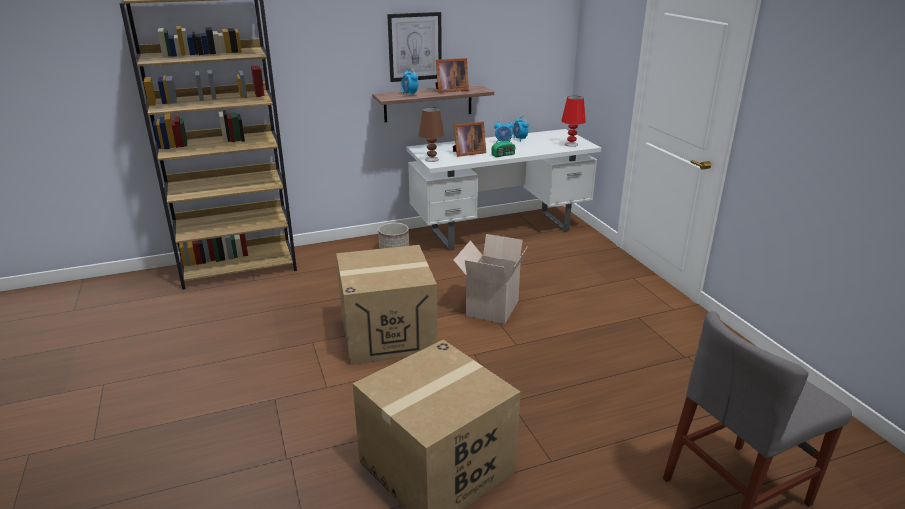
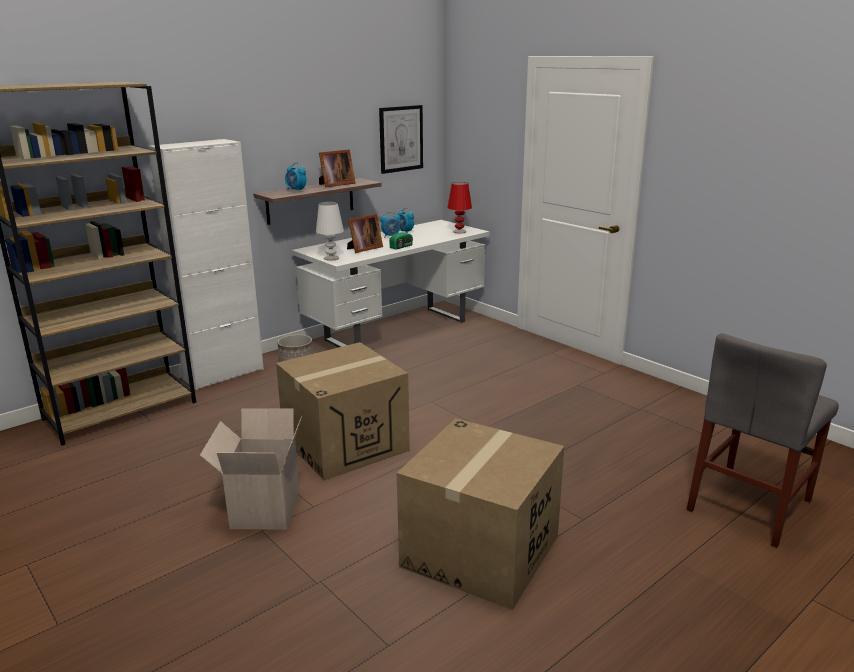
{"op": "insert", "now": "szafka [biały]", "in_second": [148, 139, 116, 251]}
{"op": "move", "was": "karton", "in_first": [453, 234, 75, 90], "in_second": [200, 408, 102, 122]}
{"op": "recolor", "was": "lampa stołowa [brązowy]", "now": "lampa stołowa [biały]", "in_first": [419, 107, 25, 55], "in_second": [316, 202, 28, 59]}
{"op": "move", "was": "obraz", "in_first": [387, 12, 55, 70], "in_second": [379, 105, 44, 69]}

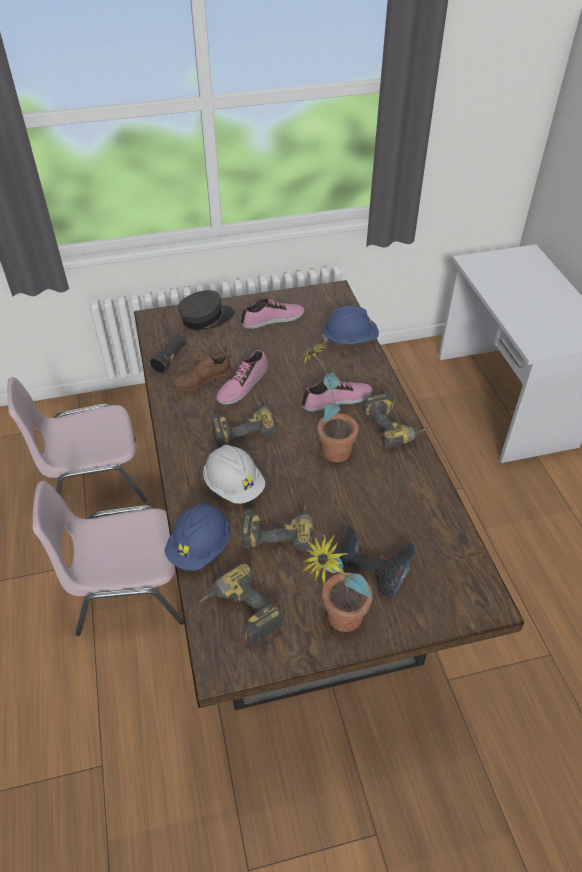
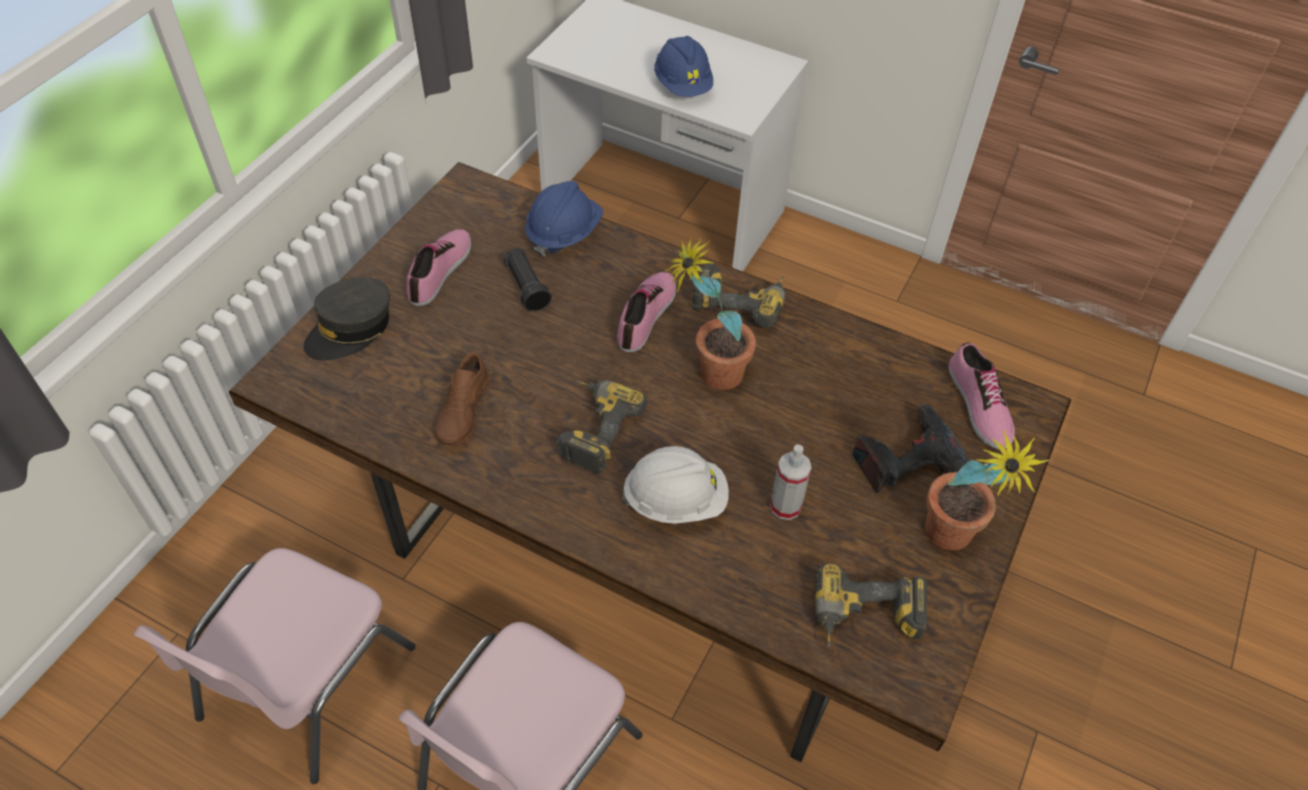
{"op": "rotate", "was": "czapka z daszkiem [szary]", "in_first": [178, 290, 57, 40], "in_second": [304, 277, 86, 83], "clockwise": -150}
{"op": "move", "was": "latarka [czarny]", "in_first": [149, 335, 37, 38], "in_second": [504, 248, 48, 64]}
{"op": "move", "was": "kask [niebieski]", "in_first": [165, 503, 66, 68], "in_second": [654, 36, 59, 61]}
{"op": "replace", "was": "wiertarka", "now": "spryskiwacz", "in_first": [241, 504, 72, 47], "in_second": [770, 444, 42, 76]}
{"op": "move", "was": "but", "in_first": [217, 350, 51, 55], "in_second": [948, 343, 67, 107]}

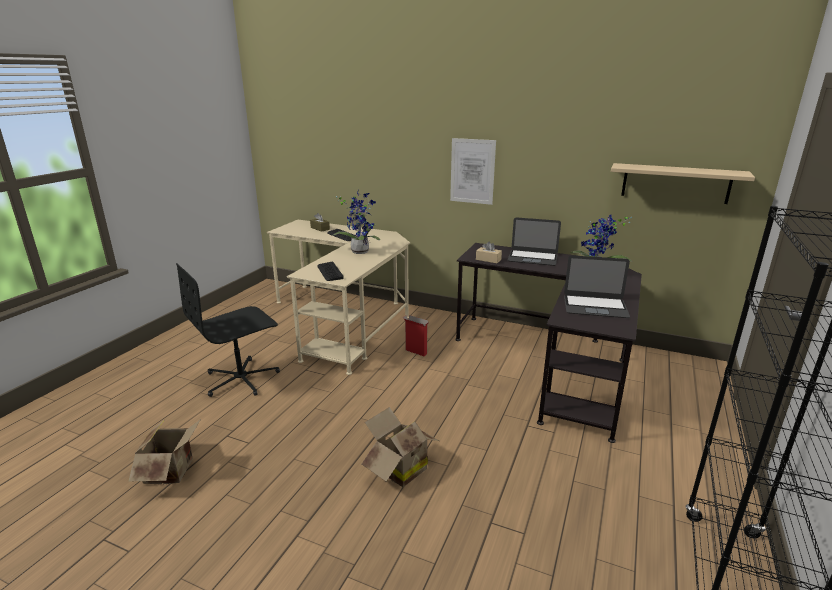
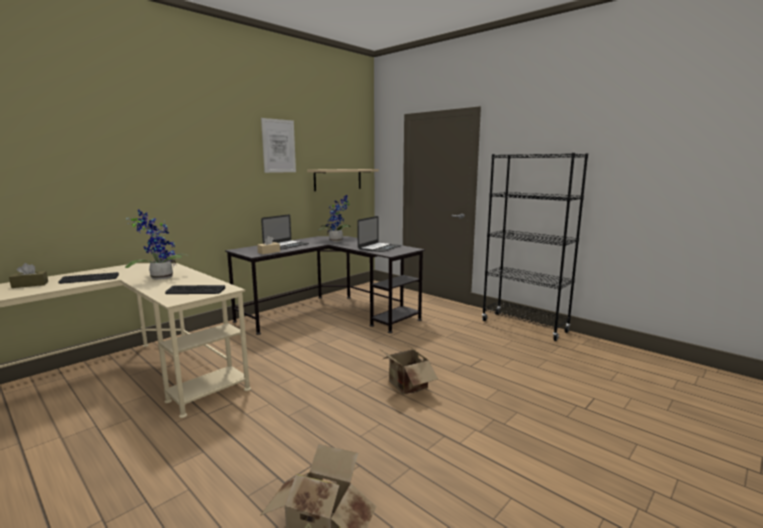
{"op": "move", "was": "obraz", "in_first": [450, 138, 46, 67], "in_second": [261, 118, 35, 55]}
{"op": "delete", "was": "krzesło biurowe [czarny]", "in_first": [176, 263, 104, 134]}
{"op": "delete", "was": "karton", "in_first": [403, 315, 26, 41]}

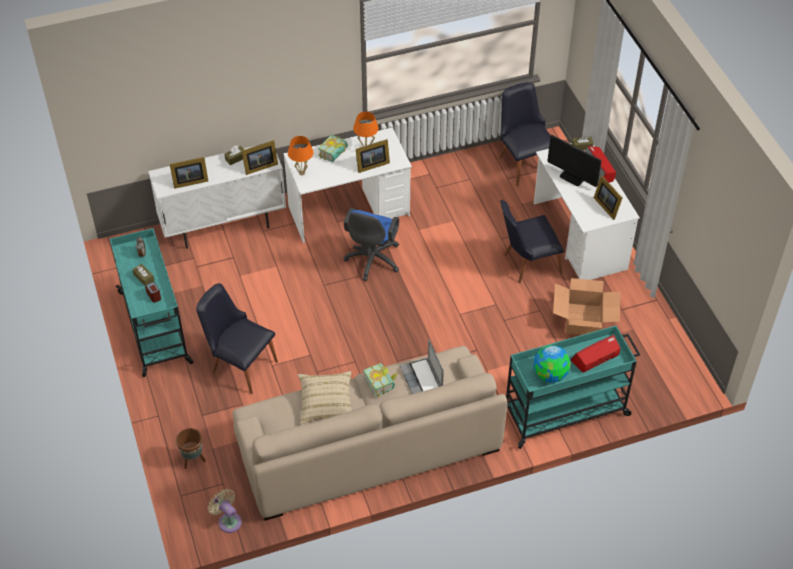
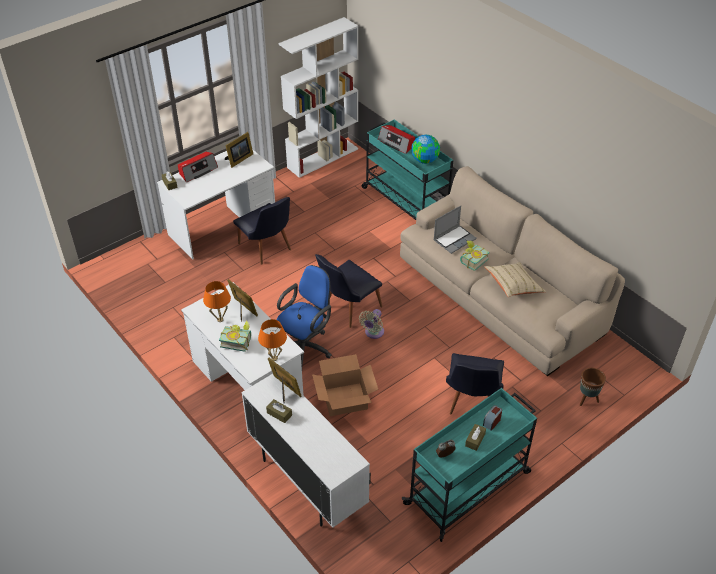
{"op": "rotate", "was": "krzesło biurowe [niebieski]", "in_first": [343, 208, 56, 73], "in_second": [276, 265, 56, 100], "clockwise": -45}
{"op": "insert", "now": "regał [biały]", "in_second": [278, 17, 80, 161]}
{"op": "move", "was": "karton", "in_first": [553, 278, 67, 57], "in_second": [312, 354, 66, 62]}
{"op": "move", "was": "krzesło [czarny]", "in_first": [499, 82, 52, 105], "in_second": [315, 254, 67, 74]}
{"op": "move", "was": "wentylator [beżowy]", "in_first": [208, 489, 34, 44], "in_second": [359, 309, 25, 30]}
{"op": "delete", "was": "ramka na zdjęcie", "in_first": [170, 157, 38, 32]}
{"op": "delete", "was": "monitor", "in_first": [547, 135, 55, 52]}

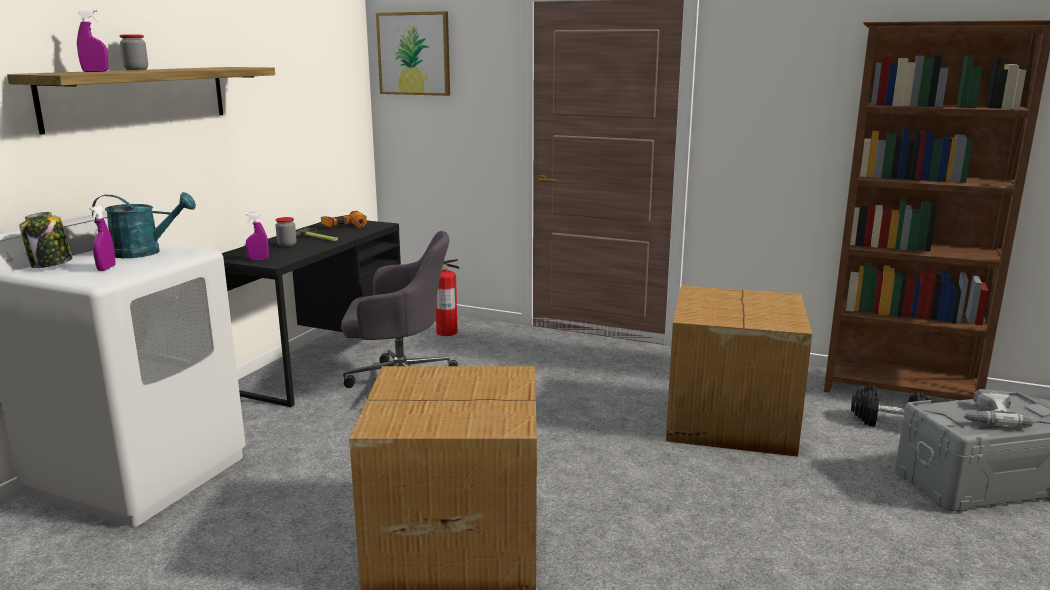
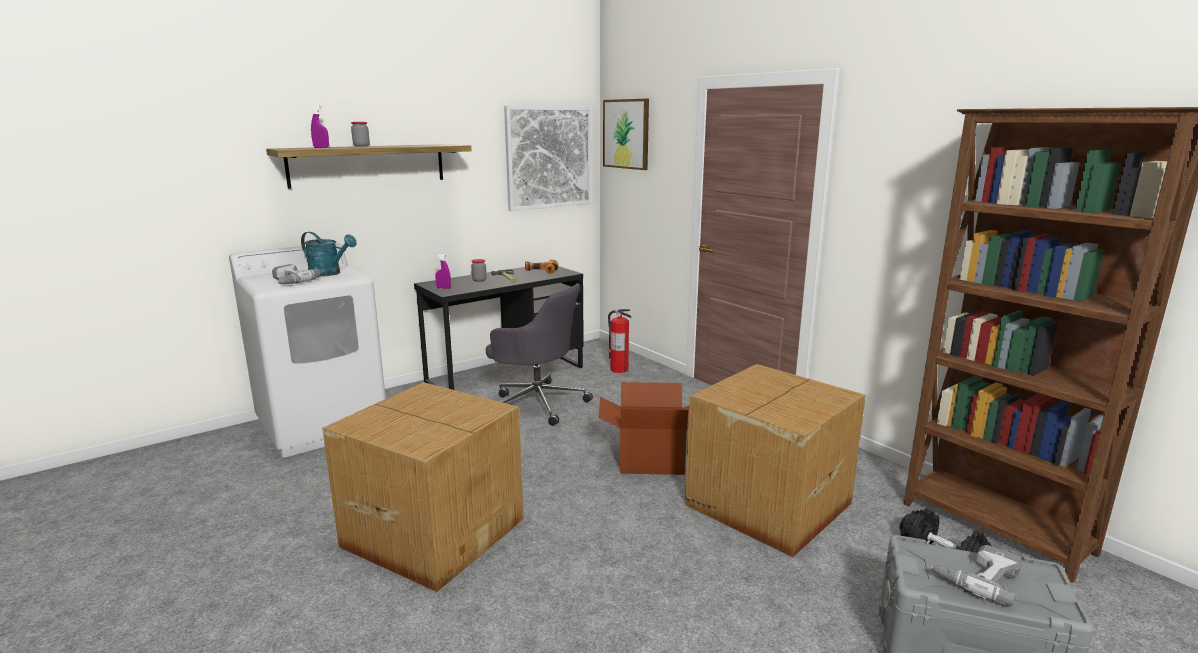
{"op": "replace", "was": "spryskiwacz [fioletowy]", "now": "wiertarka", "in_first": [89, 205, 26, 66], "in_second": [272, 264, 48, 20]}
{"op": "insert", "now": "obraz", "in_second": [504, 106, 88, 105]}
{"op": "insert", "now": "karton", "in_second": [598, 382, 91, 93]}
{"op": "delete", "was": "słoik", "in_first": [19, 212, 53, 56]}

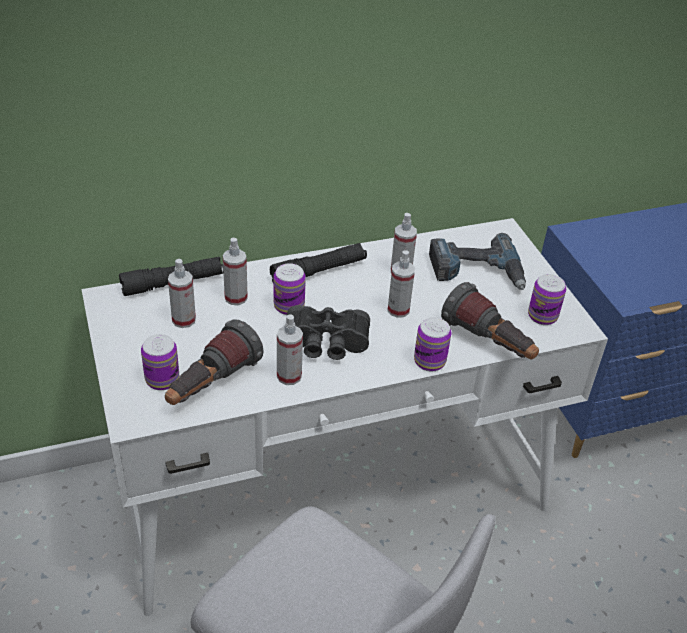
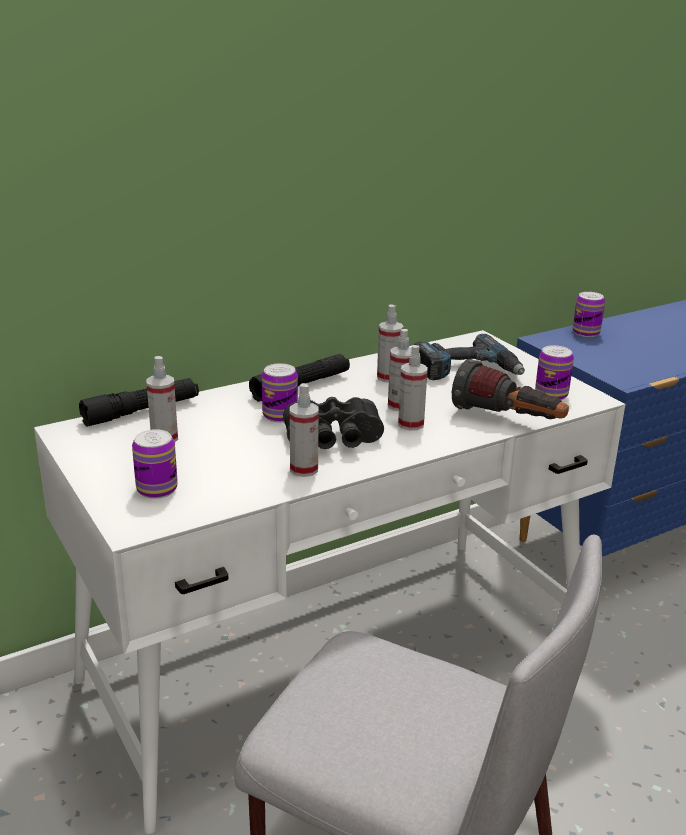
{"op": "move", "was": "spryskiwacz", "in_first": [223, 238, 25, 67], "in_second": [398, 345, 30, 86]}
{"op": "move", "was": "puszka", "in_first": [414, 317, 38, 55], "in_second": [573, 292, 32, 45]}
{"op": "delete", "was": "latarka", "in_first": [165, 319, 99, 86]}

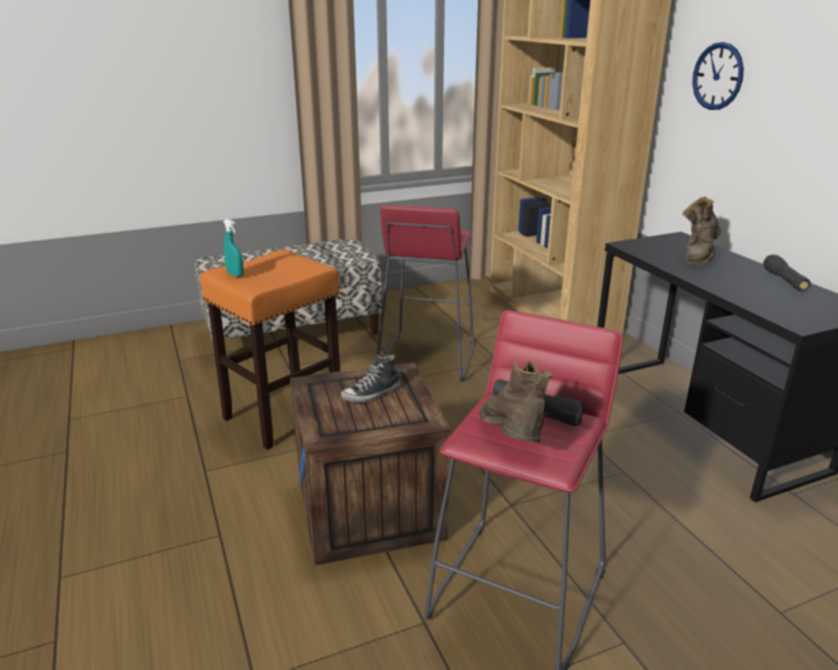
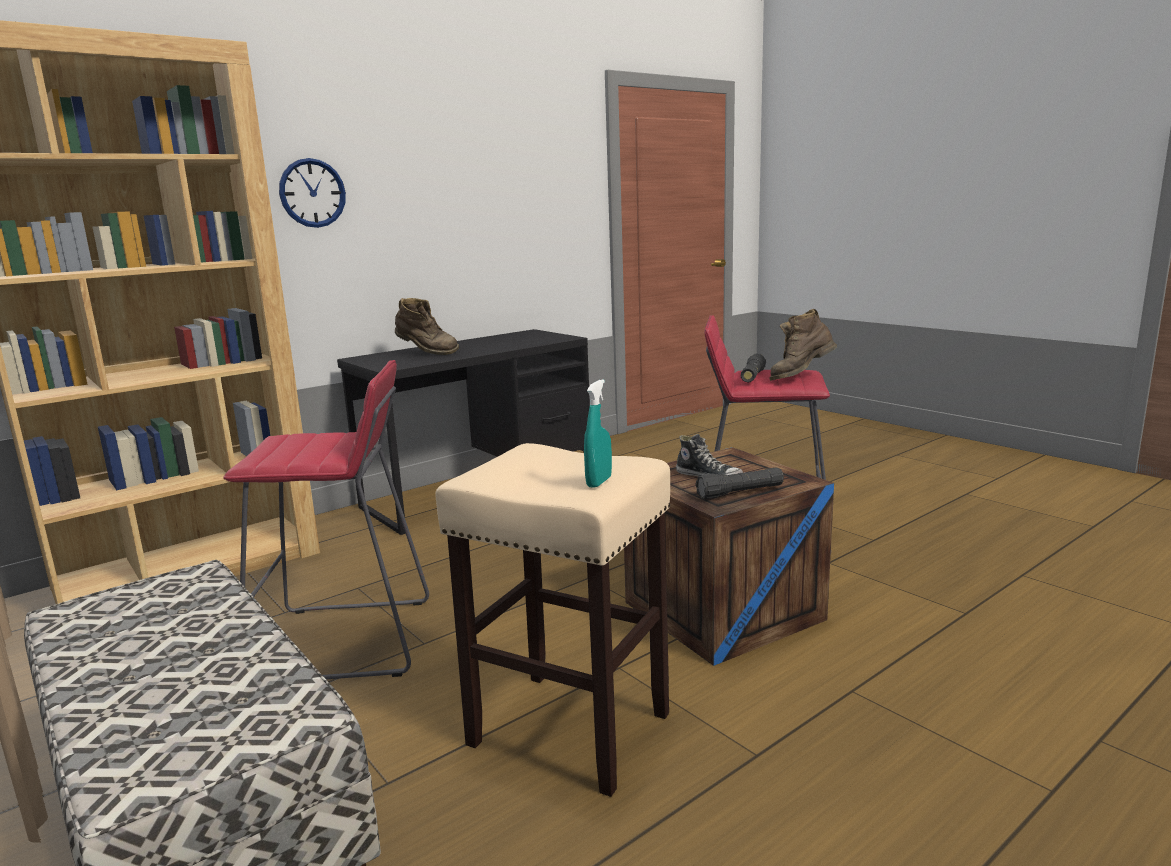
{"op": "recolor", "was": "stołek [pomarańczowy]", "now": "stołek [beżowy]", "in_first": [200, 249, 140, 201], "in_second": [435, 443, 235, 354]}
{"op": "move", "was": "latarka [czarny]", "in_first": [763, 255, 48, 37], "in_second": [696, 468, 88, 31]}

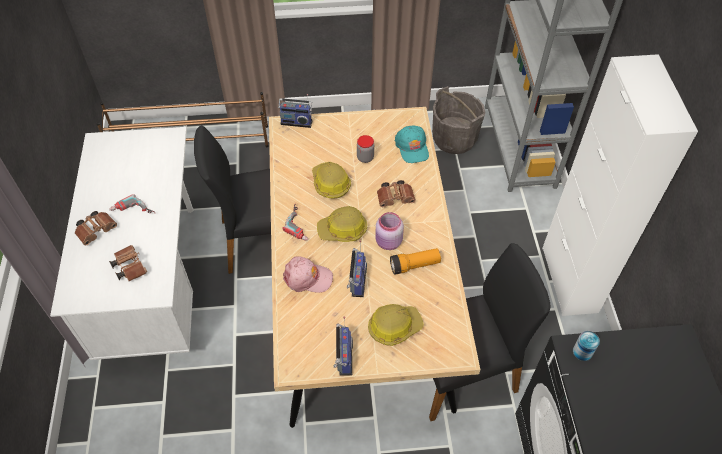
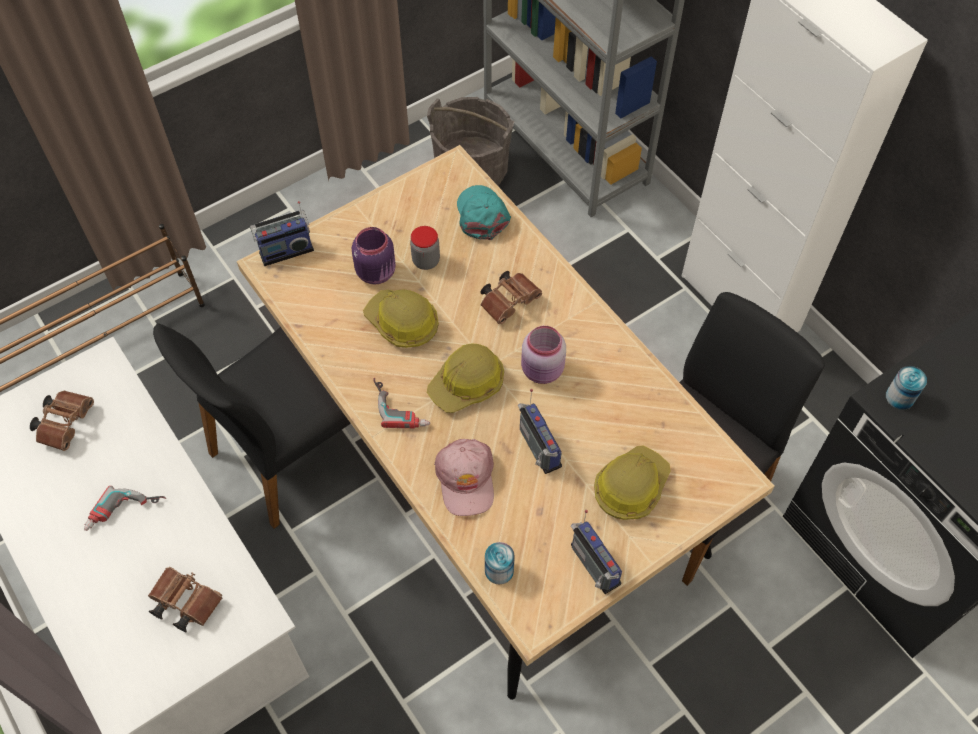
{"op": "move", "was": "lornetka [brązowy]", "in_first": [75, 211, 42, 34], "in_second": [30, 391, 64, 60]}
{"op": "insert", "now": "słoik [fioletowy]", "in_second": [352, 227, 44, 58]}
{"op": "rotate", "was": "czapka z daszkiem [różowy]", "in_first": [283, 257, 50, 36], "in_second": [434, 439, 60, 77], "clockwise": 105}
{"op": "rotate", "was": "czapka z daszkiem [turkusowy]", "in_first": [395, 126, 34, 37], "in_second": [457, 185, 54, 55], "clockwise": -150}
{"op": "insert", "now": "puszka", "in_second": [485, 542, 30, 42]}
{"op": "delete", "was": "latarka", "in_first": [390, 248, 51, 27]}

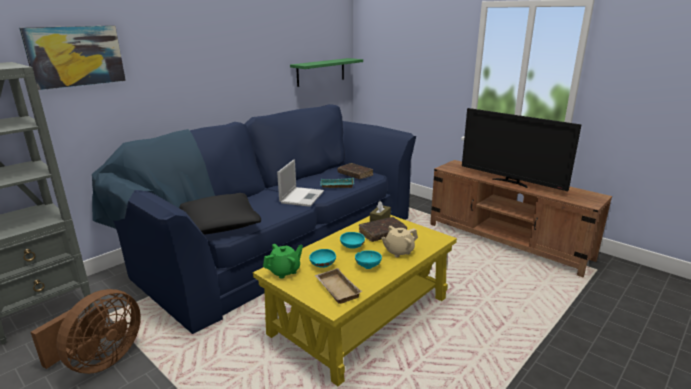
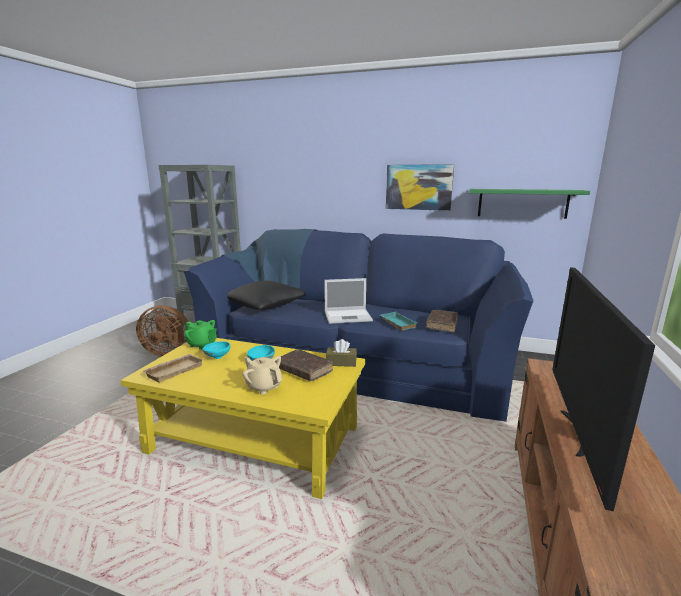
{"op": "move", "was": "obraz", "in_first": [19, 25, 107, 65], "in_second": [386, 164, 68, 47]}
{"op": "delete", "was": "miska [turkusowy]", "in_first": [355, 250, 27, 19]}

